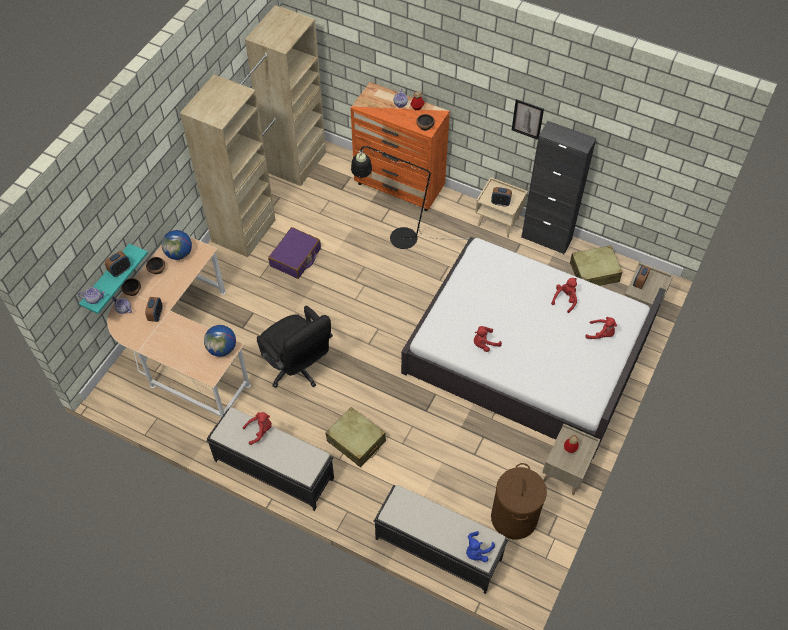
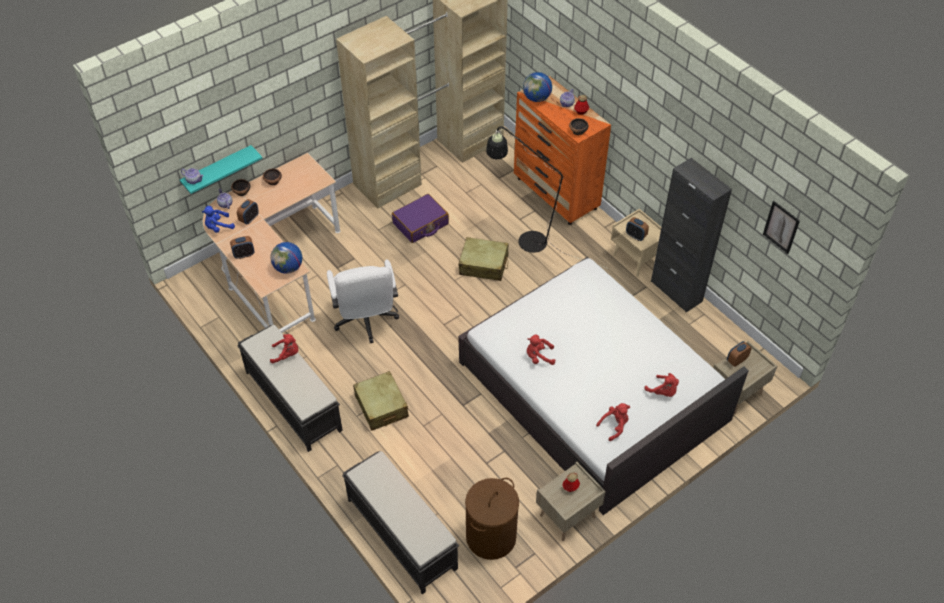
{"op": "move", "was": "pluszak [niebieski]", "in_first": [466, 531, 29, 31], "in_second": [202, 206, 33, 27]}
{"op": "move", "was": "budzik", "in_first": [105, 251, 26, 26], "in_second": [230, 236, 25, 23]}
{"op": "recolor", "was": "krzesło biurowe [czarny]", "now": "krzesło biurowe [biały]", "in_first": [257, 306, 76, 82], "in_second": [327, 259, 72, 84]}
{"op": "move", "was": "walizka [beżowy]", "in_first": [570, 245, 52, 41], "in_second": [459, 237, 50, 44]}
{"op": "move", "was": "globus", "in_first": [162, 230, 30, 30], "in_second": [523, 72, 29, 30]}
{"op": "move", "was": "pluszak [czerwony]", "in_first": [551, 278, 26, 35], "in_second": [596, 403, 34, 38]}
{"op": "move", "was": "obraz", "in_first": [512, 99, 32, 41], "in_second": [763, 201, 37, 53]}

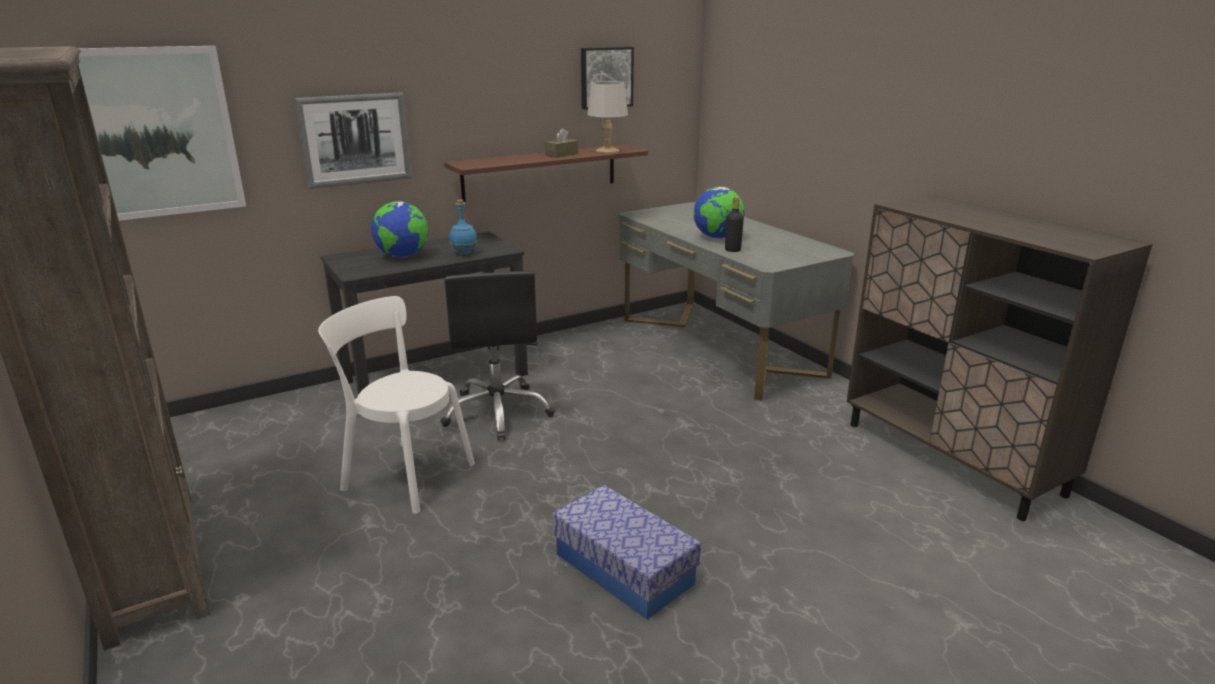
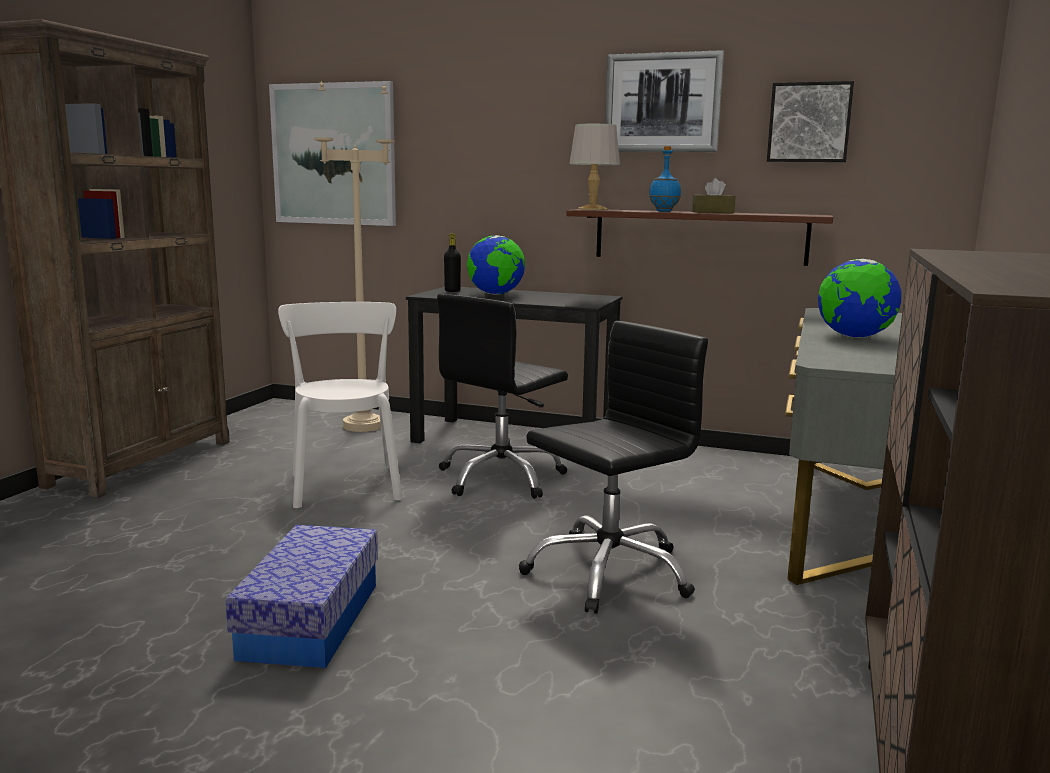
{"op": "insert", "now": "lampa stojąca [beżowy]", "in_second": [314, 81, 80, 351]}
{"op": "move", "was": "butelka [czarny]", "in_first": [725, 197, 19, 55], "in_second": [444, 233, 17, 59]}
{"op": "insert", "now": "krzesło biurowe [czarny]", "in_second": [519, 321, 189, 293]}
{"op": "move", "was": "lampa stołowa [szary]", "in_first": [587, 81, 41, 72], "in_second": [569, 124, 51, 86]}
{"op": "move", "was": "obraz", "in_first": [294, 93, 118, 96], "in_second": [605, 50, 119, 102]}
{"op": "move", "was": "butelka [niebieski]", "in_first": [449, 199, 28, 56], "in_second": [649, 146, 32, 66]}

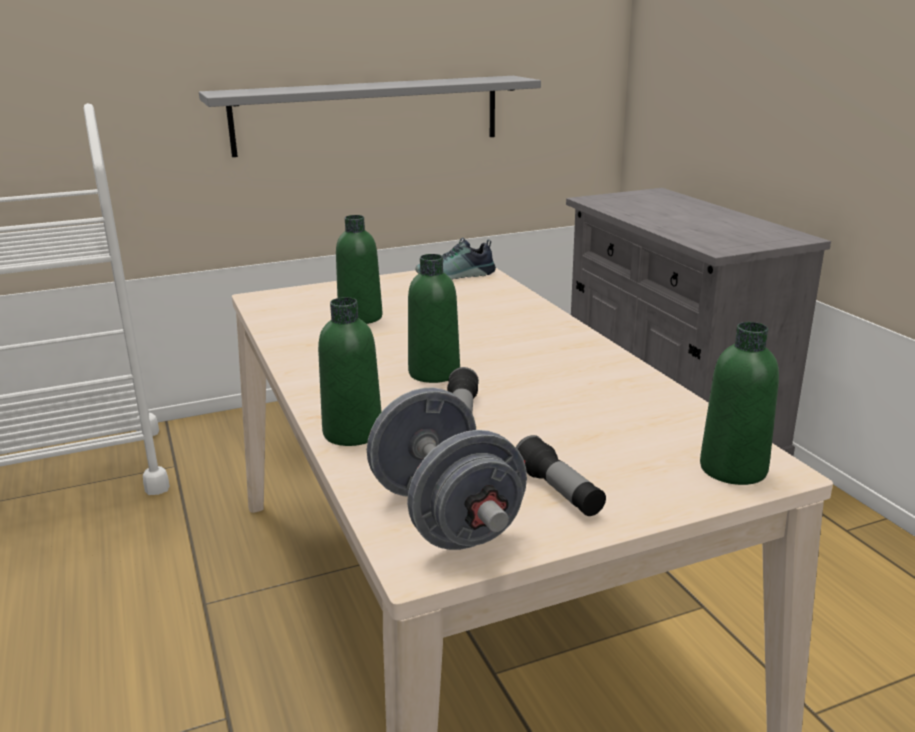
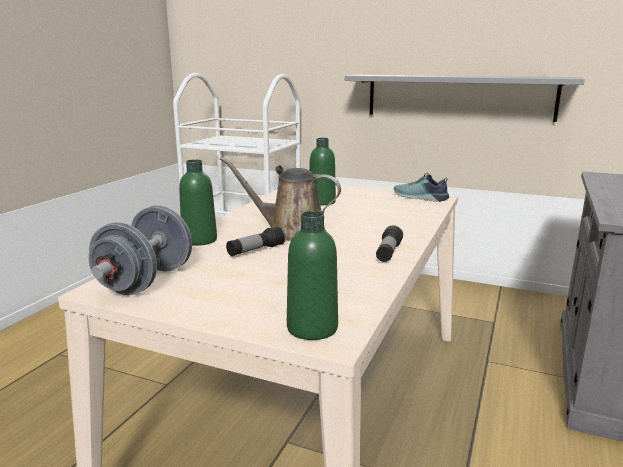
{"op": "replace", "was": "butelka [zielony]", "now": "konewka [brązowy]", "in_first": [408, 254, 52, 129], "in_second": [220, 157, 121, 84]}
{"op": "move", "was": "latarka", "in_first": [516, 435, 90, 81], "in_second": [376, 225, 27, 37]}

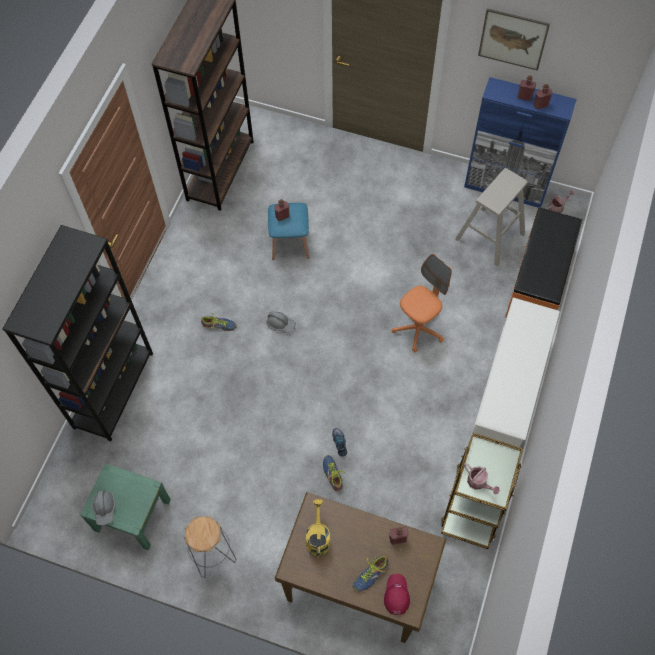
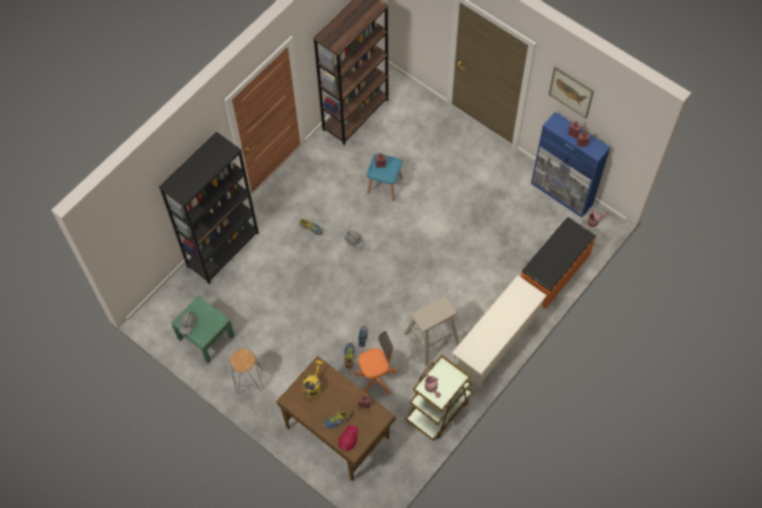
{"op": "move", "was": "krzesło biurowe [pomarańczowy]", "in_first": [392, 254, 60, 98], "in_second": [355, 331, 42, 64]}
{"op": "move", "was": "stołek [beżowy]", "in_first": [455, 168, 73, 99], "in_second": [404, 296, 56, 70]}

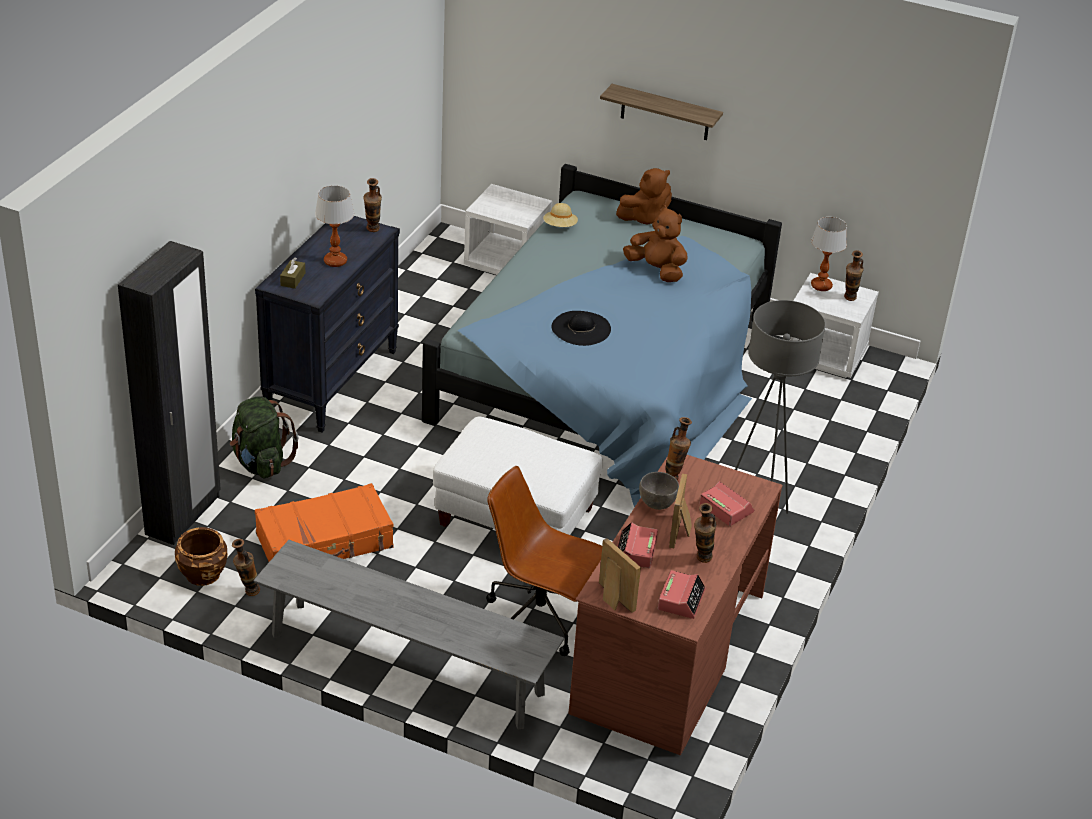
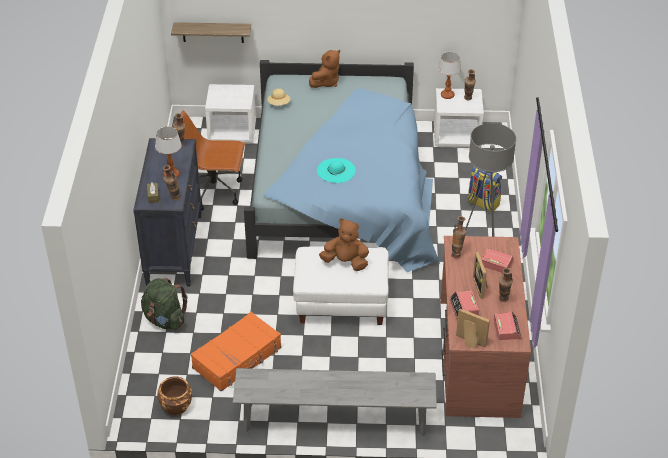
{"op": "move", "was": "wazon", "in_first": [232, 539, 28, 57], "in_second": [163, 165, 18, 35]}
{"op": "move", "was": "półka", "in_first": [600, 84, 123, 56], "in_second": [171, 22, 80, 21]}
{"op": "move", "was": "krzesło biurowe [brązowy]", "in_first": [486, 466, 116, 190], "in_second": [181, 110, 64, 101]}
{"op": "recolor", "was": "kapelusz [czarny]", "now": "kapelusz [turkusowy]", "in_first": [551, 311, 60, 35], "in_second": [317, 158, 39, 25]}
{"op": "move", "was": "pluszak [brązowy]", "in_first": [623, 205, 65, 77], "in_second": [319, 218, 50, 53]}
{"op": "insert", "now": "plecak", "in_second": [467, 166, 35, 47]}
{"op": "delete", "was": "szafa [czarny]", "in_first": [118, 241, 103, 304]}
{"op": "delete", "was": "miska [szary]", "in_first": [639, 472, 40, 38]}

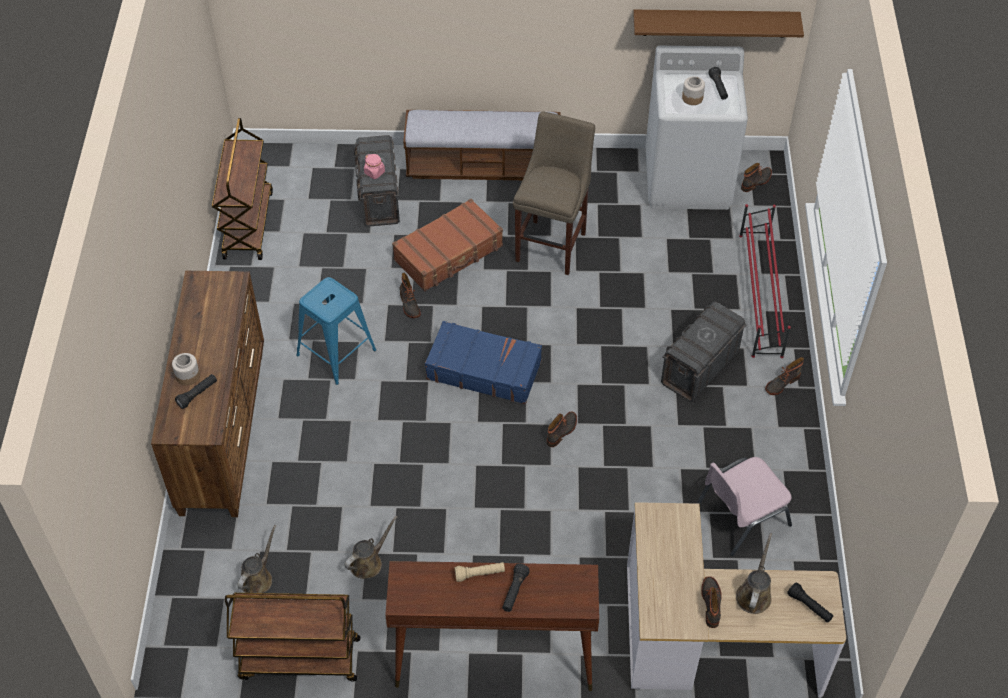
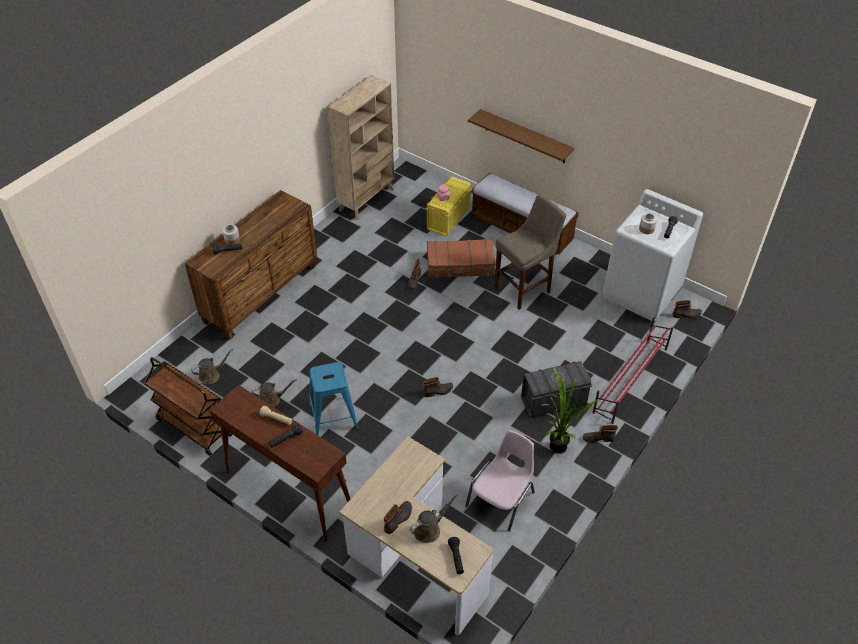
{"op": "move", "was": "stołek [niebieski]", "in_first": [296, 277, 80, 108], "in_second": [309, 362, 49, 73]}
{"op": "replace", "was": "wózek [brązowy]", "now": "regał [beżowy]", "in_first": [212, 118, 61, 142], "in_second": [328, 75, 66, 145]}
{"op": "recolor", "was": "pojemnik do przechowywania [szary]", "now": "pojemnik do przechowywania [żółty]", "in_first": [354, 135, 46, 92], "in_second": [425, 177, 47, 59]}
{"op": "rotate", "was": "krzesło [różowy]", "in_first": [697, 457, 95, 99], "in_second": [465, 430, 70, 102], "clockwise": 120}
{"op": "move", "was": "półka [brązowy]", "in_first": [633, 10, 171, 28], "in_second": [468, 109, 106, 54]}
{"op": "insert", "now": "roślina doniczkowa", "in_second": [541, 367, 57, 87]}
{"op": "delete", "was": "walizka [niebieski]", "in_first": [425, 321, 117, 83]}

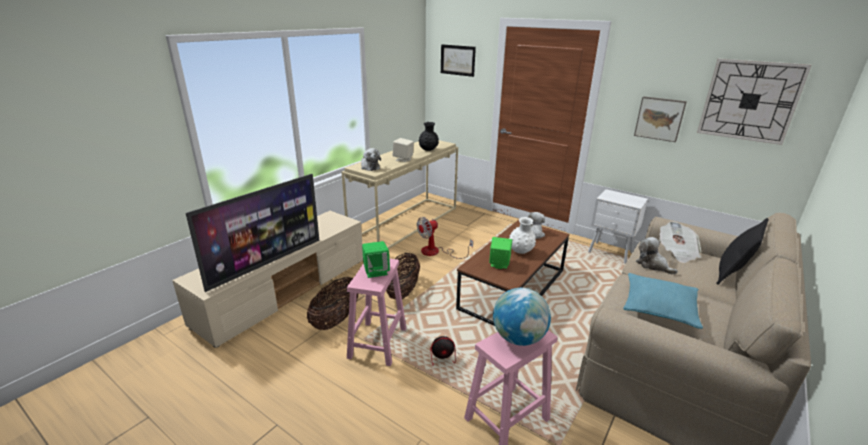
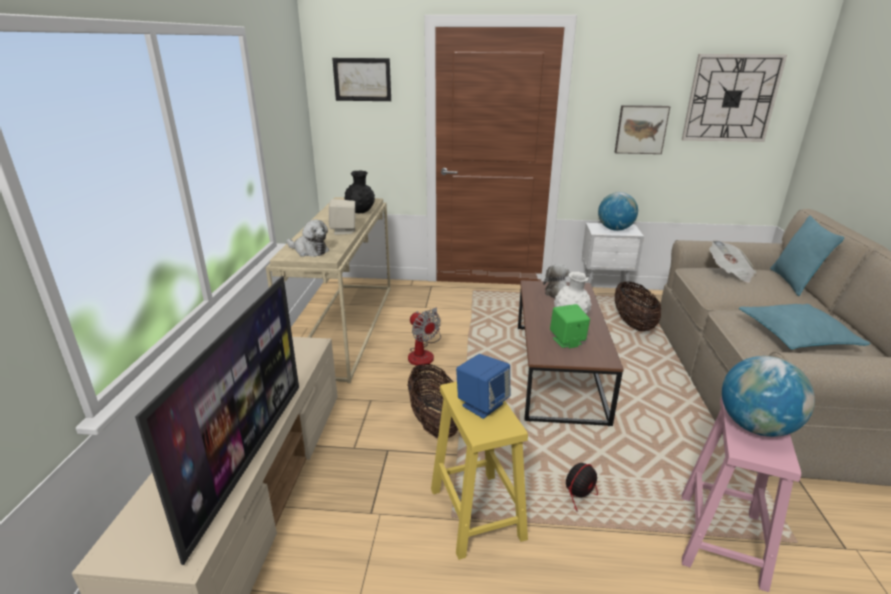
{"op": "rotate", "was": "wentylator", "in_first": [417, 217, 56, 42], "in_second": [408, 307, 33, 58], "clockwise": -60}
{"op": "recolor", "was": "stołek [różowy]", "now": "stołek [żółty]", "in_first": [347, 259, 59, 107], "in_second": [431, 382, 97, 178]}
{"op": "recolor", "was": "głośnik [zielony]", "now": "głośnik [niebieski]", "in_first": [362, 241, 28, 37], "in_second": [456, 354, 54, 65]}
{"op": "insert", "now": "globus", "in_second": [598, 192, 40, 39]}
{"op": "move", "was": "koszyk", "in_first": [307, 277, 52, 53], "in_second": [615, 281, 46, 50]}
{"op": "recolor", "was": "poduszka [czarny]", "now": "poduszka [turkusowy]", "in_first": [716, 218, 52, 67], "in_second": [770, 216, 74, 80]}
{"op": "delete", "was": "pluszak", "in_first": [636, 237, 42, 37]}

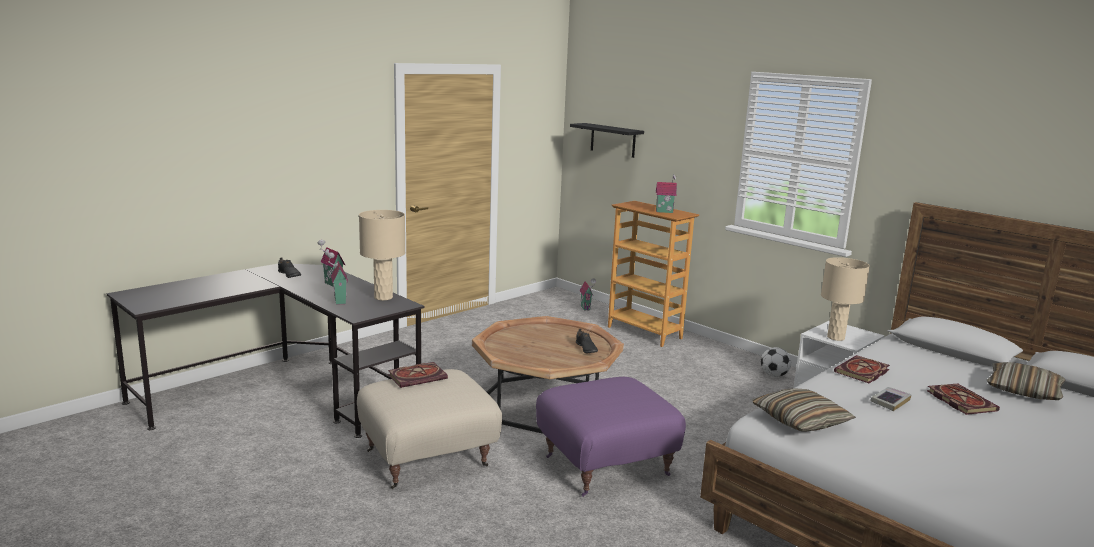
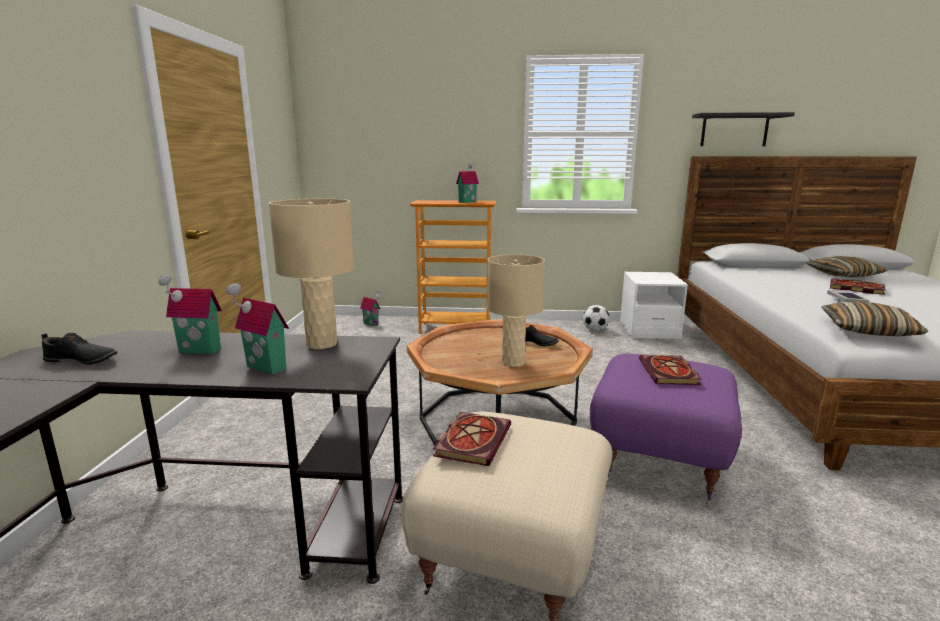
{"op": "move", "was": "lampa stołowa [beżowy]", "in_first": [821, 257, 49, 84], "in_second": [487, 254, 58, 113]}
{"op": "move", "was": "książka", "in_first": [834, 355, 56, 28], "in_second": [639, 355, 62, 30]}
{"op": "move", "was": "półka [czarny]", "in_first": [570, 123, 74, 35], "in_second": [692, 112, 103, 34]}

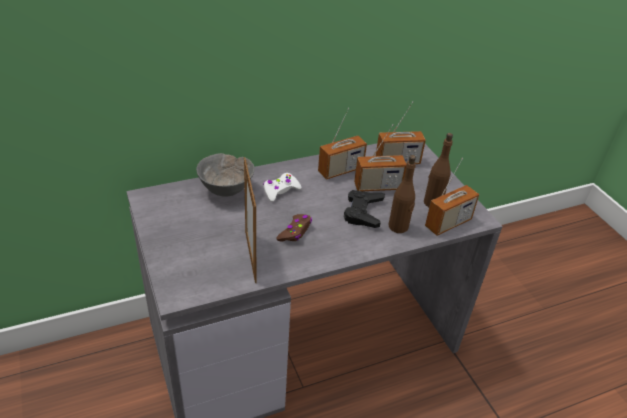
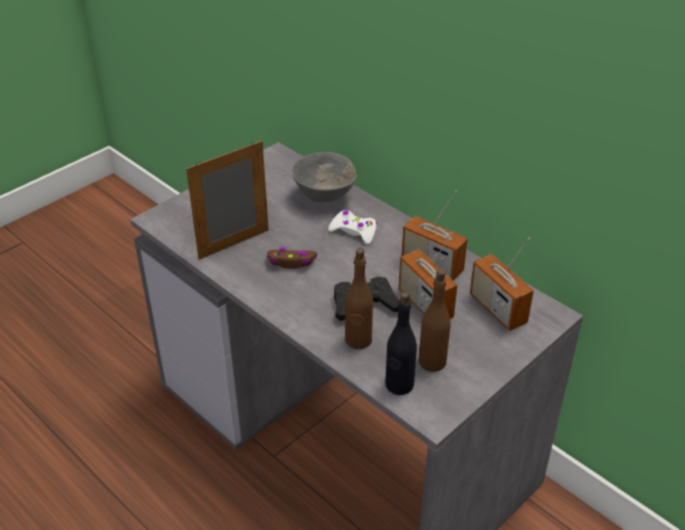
{"op": "replace", "was": "radio", "now": "butelka [czarny]", "in_first": [425, 158, 54, 78], "in_second": [385, 291, 32, 104]}

